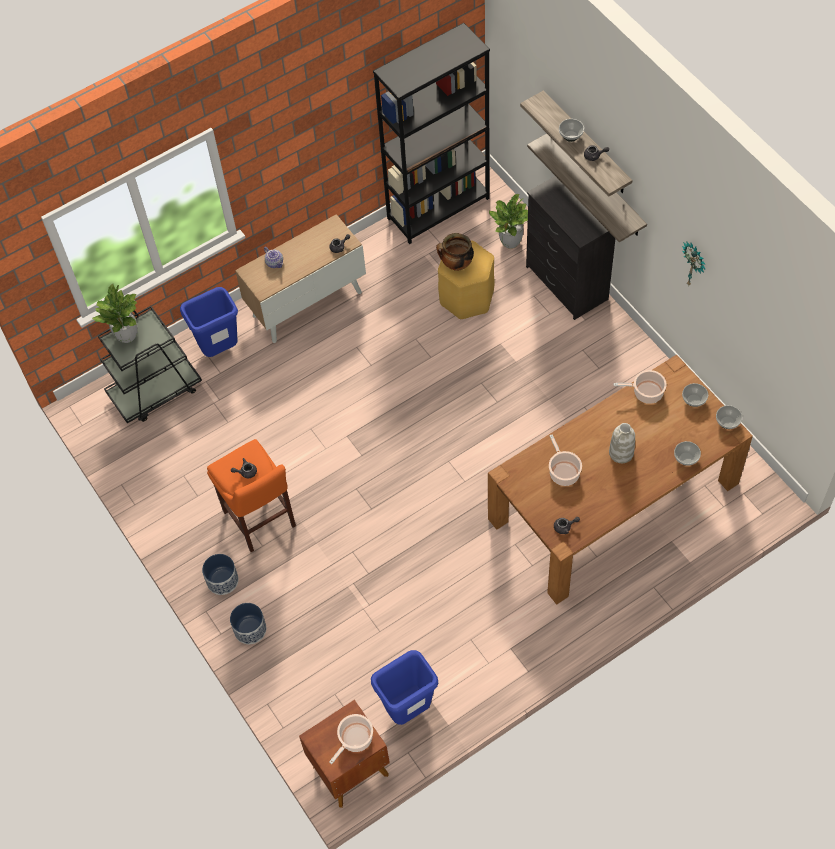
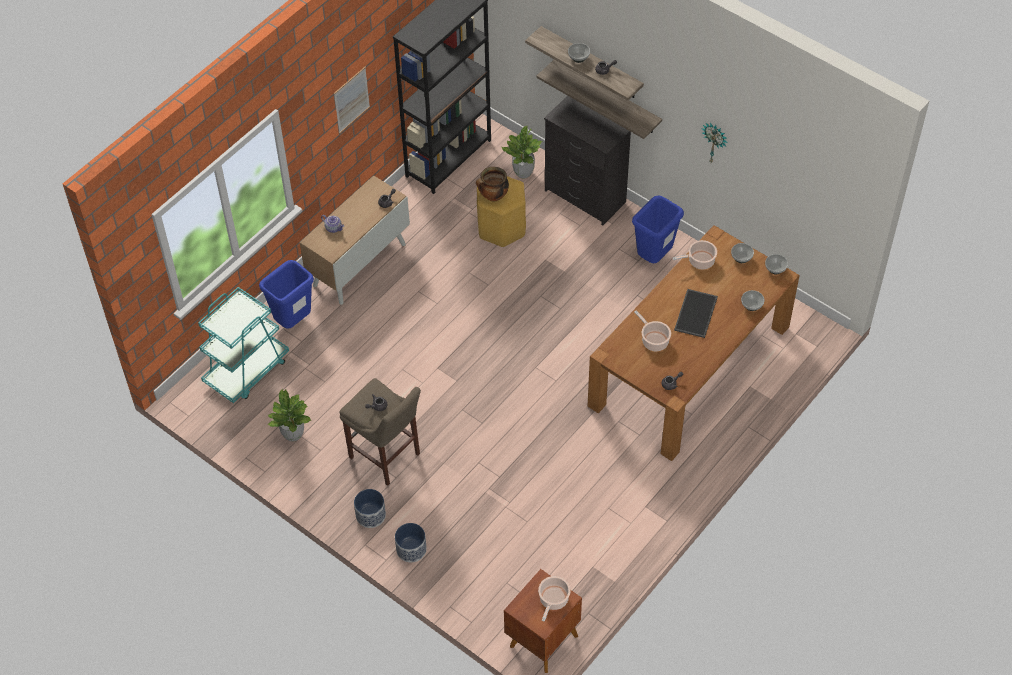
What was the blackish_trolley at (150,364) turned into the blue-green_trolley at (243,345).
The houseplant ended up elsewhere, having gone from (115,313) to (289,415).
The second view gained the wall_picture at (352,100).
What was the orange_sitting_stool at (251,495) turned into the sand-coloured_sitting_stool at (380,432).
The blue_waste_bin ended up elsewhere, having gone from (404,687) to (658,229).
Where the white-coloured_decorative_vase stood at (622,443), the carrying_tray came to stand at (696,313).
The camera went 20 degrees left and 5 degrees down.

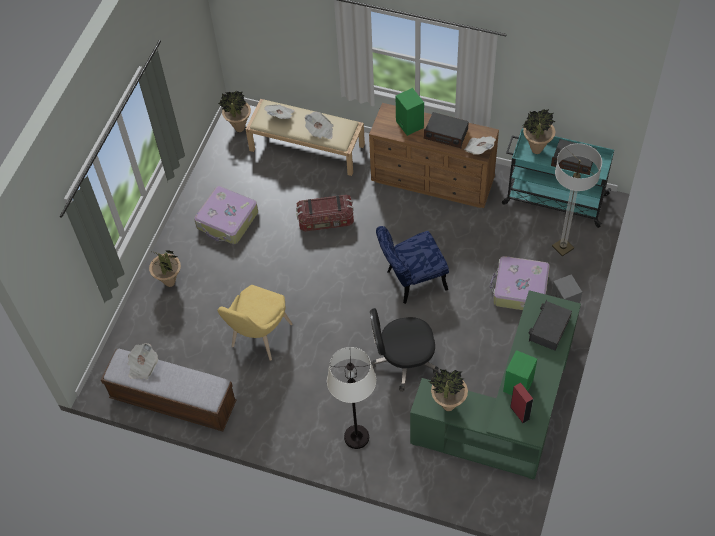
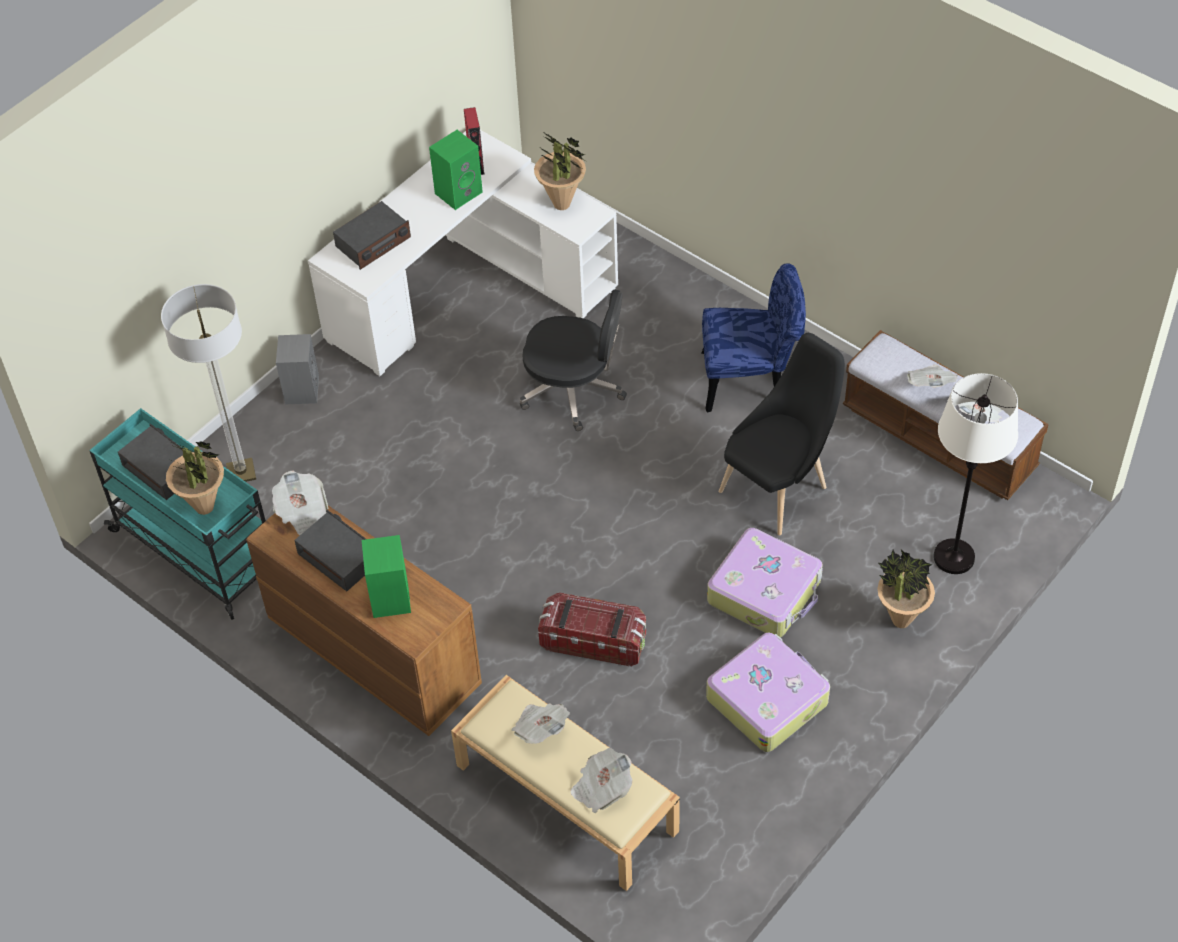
What was the green_desk_table at (495,384) turned into the white-coloured_desk_table at (463,253).
The blue_plain_chair ended up elsewhere, having gone from (412,265) to (753,338).
The travel_case ended up elsewhere, having gone from (520,283) to (765,582).
What was the yellow_plain_chair at (255,323) turned into the blackish_plain_chair at (782,434).
The second view gained the printed_paper at (932,376).
The white-coloured_floor_lamp ended up elsewhere, having gone from (351,398) to (975,473).
The second view lost the houseplant at (234,111).
The camera went 160 degrees left and 5 degrees down.

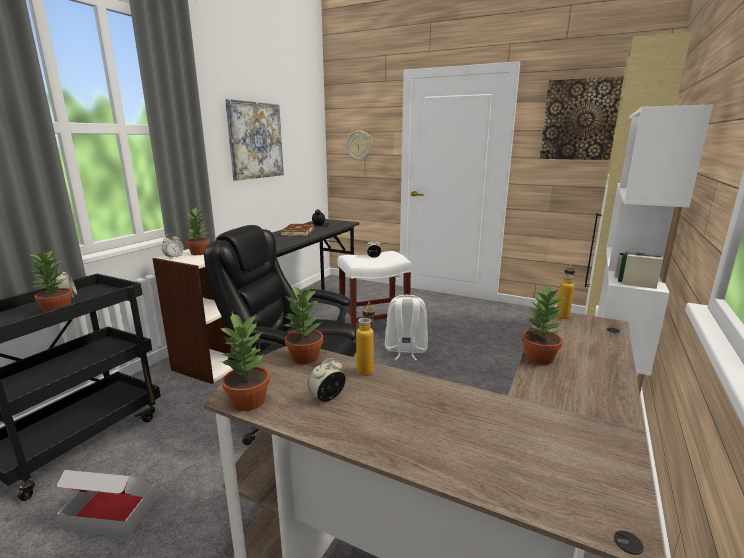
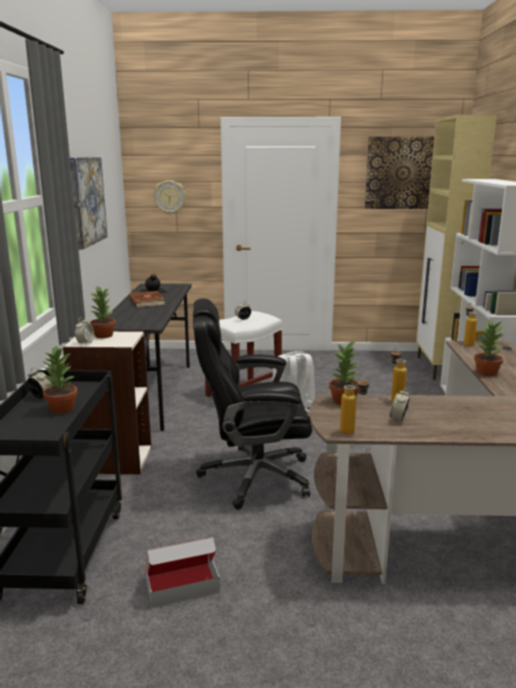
Where the houseplant stood at (244,362), the drink_bottle came to stand at (355,405).
The camera went 25 degrees left and 0 degrees up.

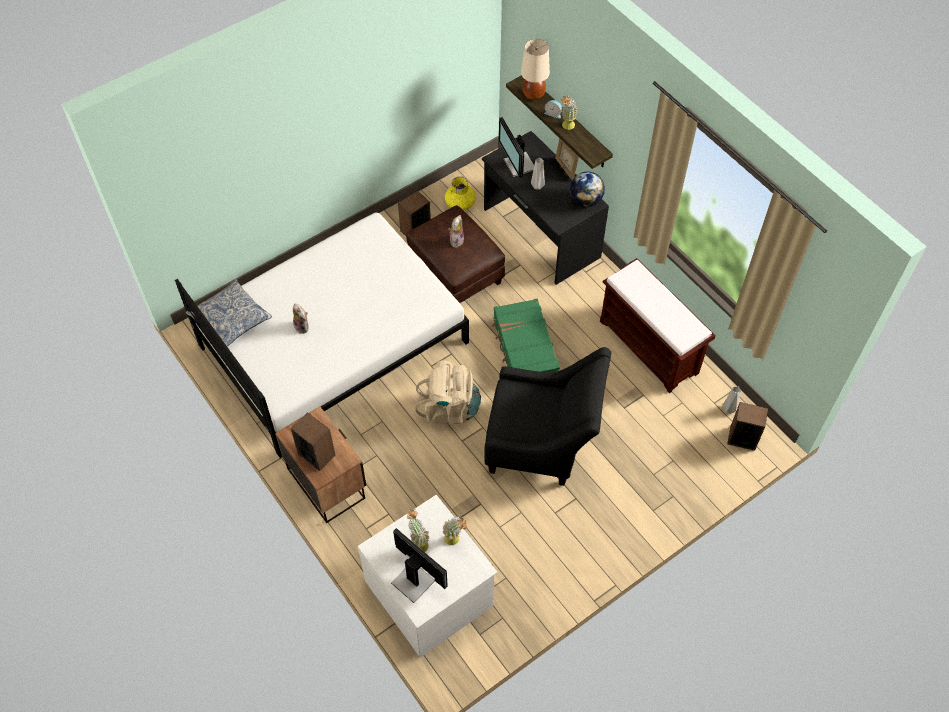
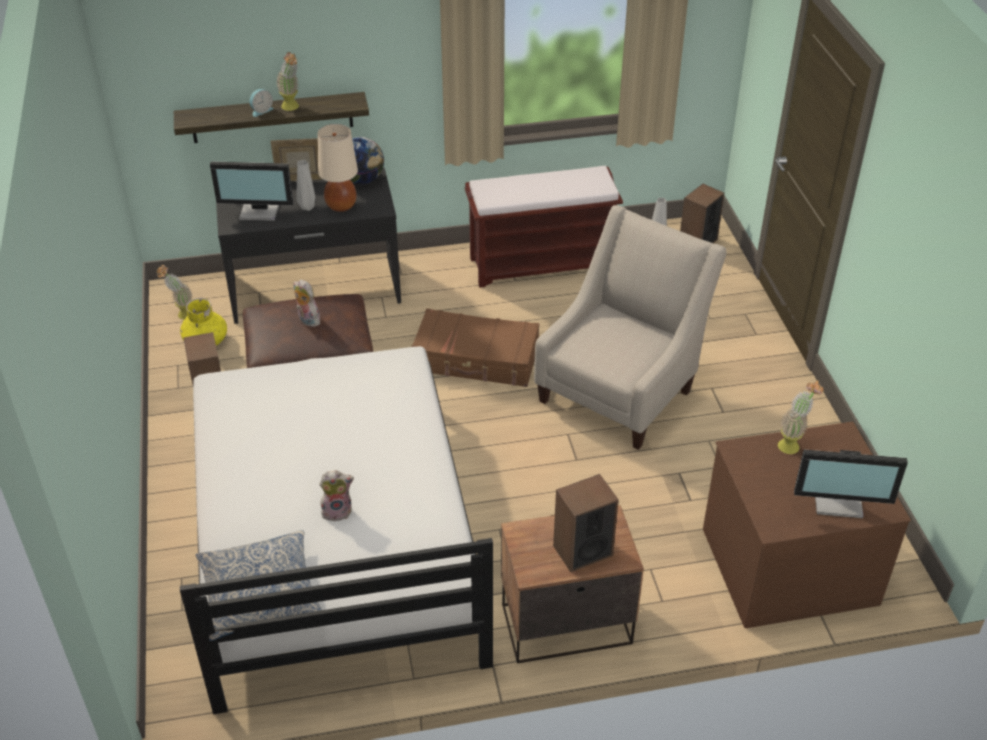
The houseplant ended up elsewhere, having gone from (418,530) to (174,292).
The sand-coloured_tabletop_lamp ended up elsewhere, having gone from (535,69) to (338,168).
What was the green_travel_case at (526,335) turned into the brown-coloured_travel_case at (475,347).
What was the blackish_lounge_chair at (547,416) turned into the sand-coloured_lounge_chair at (630,327).
What was the white-coloured_chest_of_drawers at (427,576) turned into the brown-coloured_chest_of_drawers at (807,524).
The computer_screen at (419,565) ended up facing another way, 150 degrees counterclockwise from before.
The second view lost the sand-coloured_backpack at (448,392).
The camera went 65 degrees left and 15 degrees down.

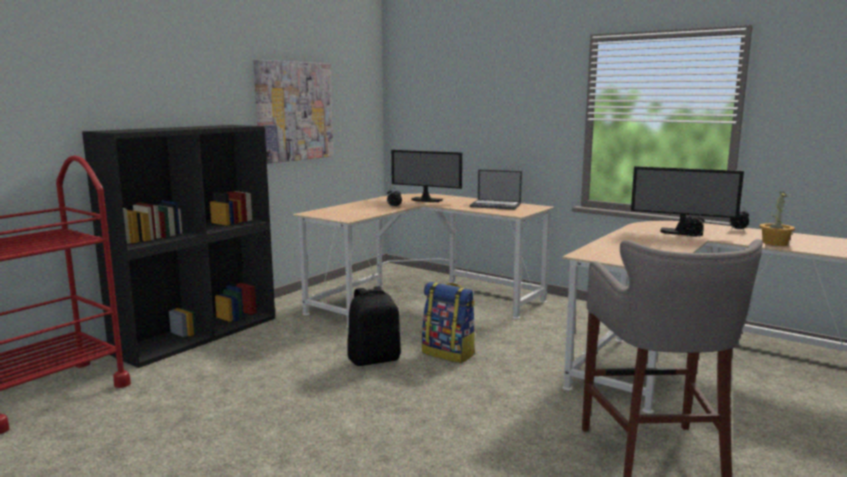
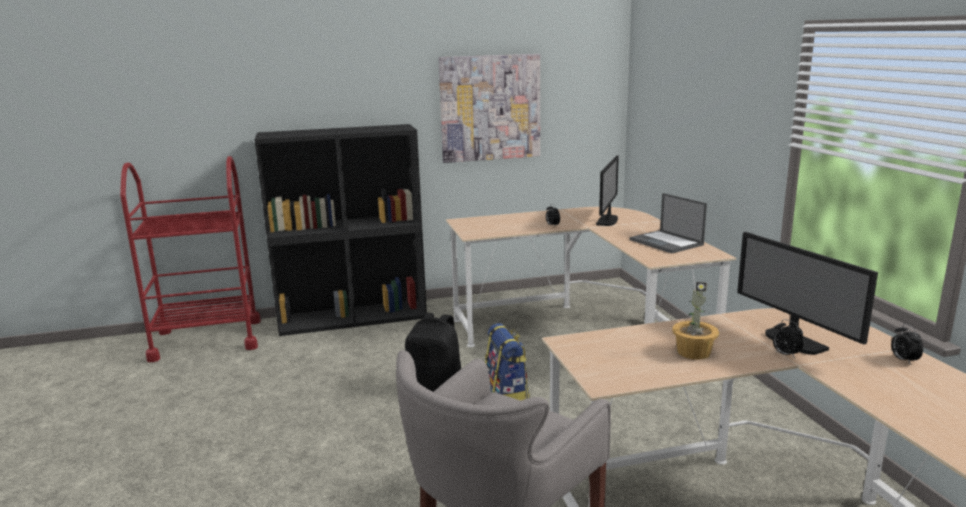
The computer_screen at (426,176) ended up facing another way, 135 degrees counterclockwise from before.
The houseplant ended up elsewhere, having gone from (777,219) to (695,321).
The camera went 40 degrees right and 5 degrees up.

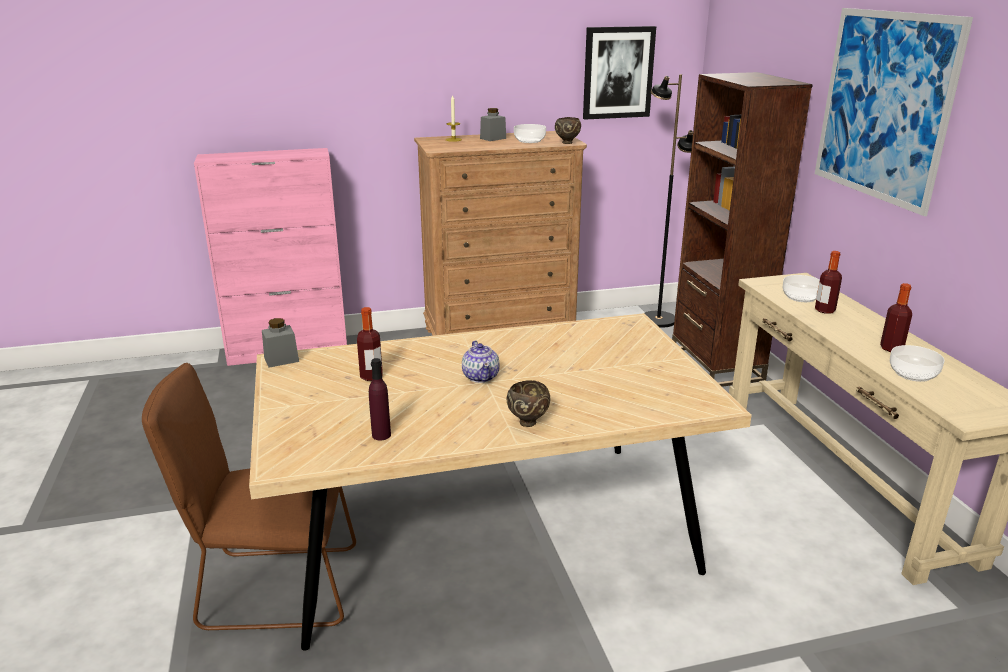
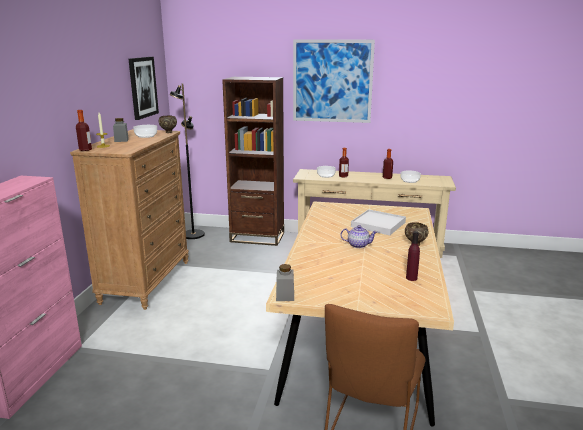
The drink_bottle ended up elsewhere, having gone from (370,344) to (84,130).
The second view gained the white-coloured_carrying_tray at (378,222).
The camera went 65 degrees left and 5 degrees down.

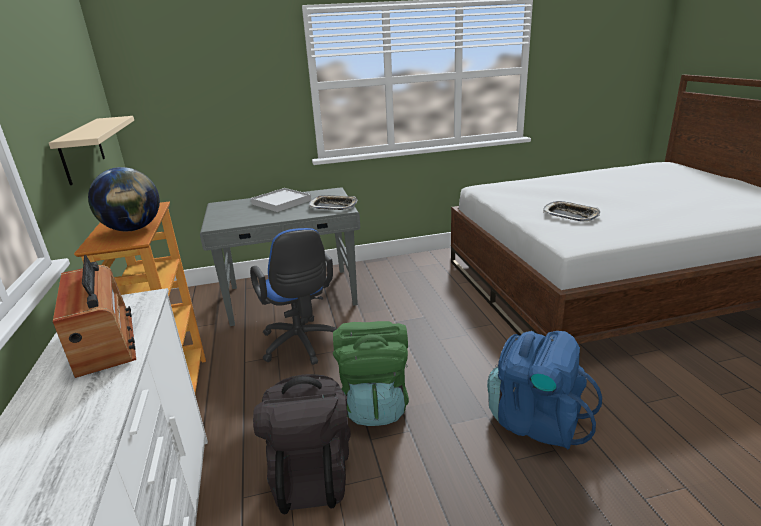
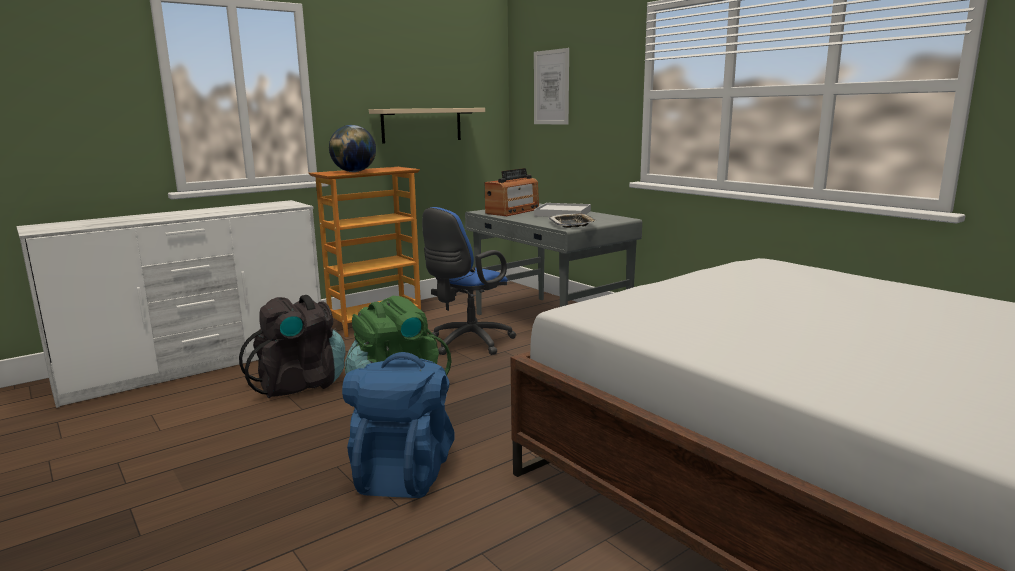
The radio_set ended up elsewhere, having gone from (94,316) to (512,192).
The second view gained the wall_picture at (551,86).
The second view lost the carrying_tray at (572,211).
The camera went 65 degrees right and 10 degrees down.

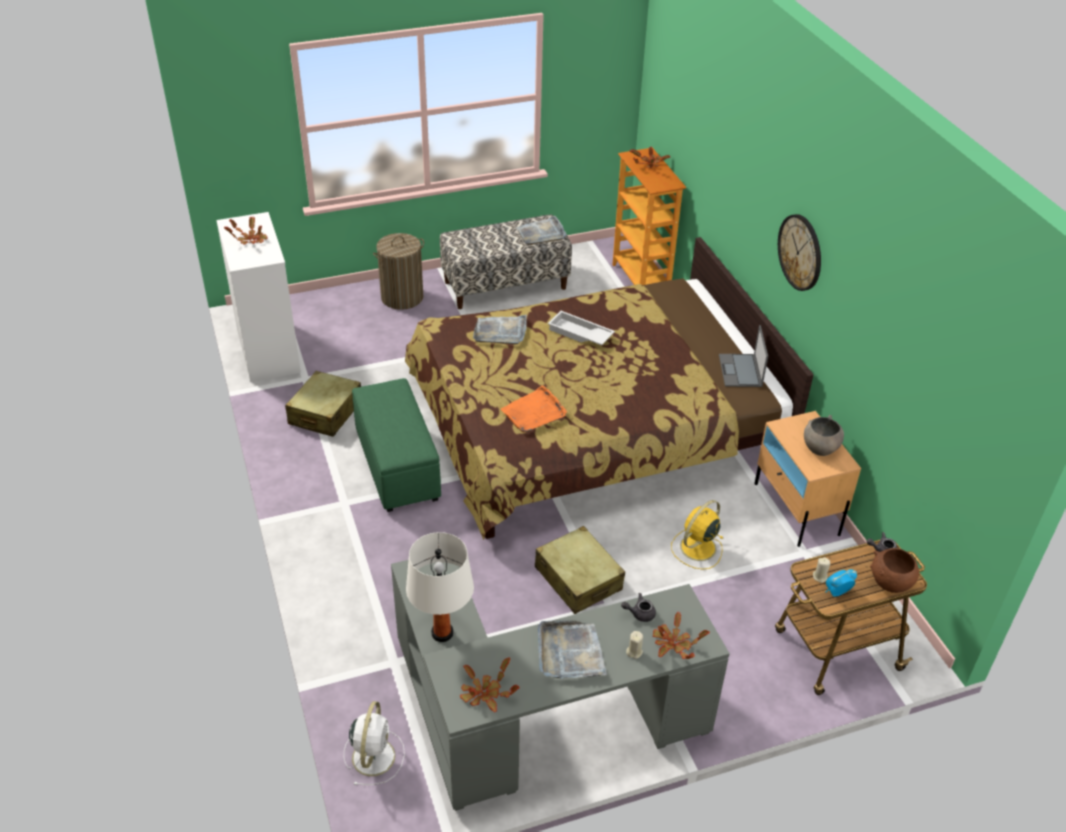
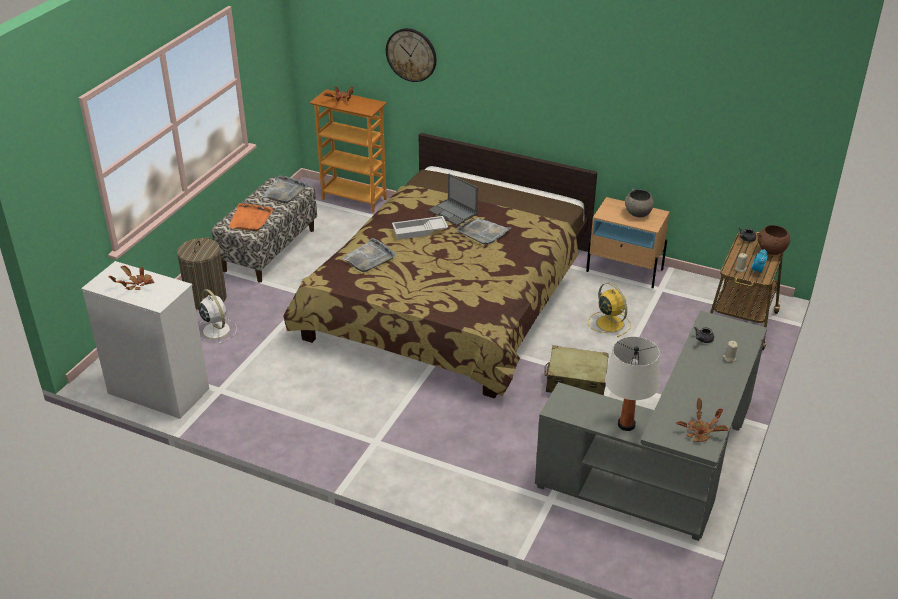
The white-coloured_fan ended up elsewhere, having gone from (374,743) to (217,316).
The orange_carrying_tray ended up elsewhere, having gone from (534,409) to (251,217).
The wall_clock ended up elsewhere, having gone from (799,252) to (411,55).
The notebook_computer ended up elsewhere, having gone from (743,356) to (453,199).
The grey_carrying_tray ended up elsewhere, having gone from (572,649) to (483,231).
The yellow_fan at (697,535) ended up facing another way, 150 degrees clockwise from before.
The second view lost the sand-coloured_travel_case at (323,404).
The second view lost the green_footrest at (396,445).
The second view lost the houseplant at (681,635).
The camera went 45 degrees left and 5 degrees down.

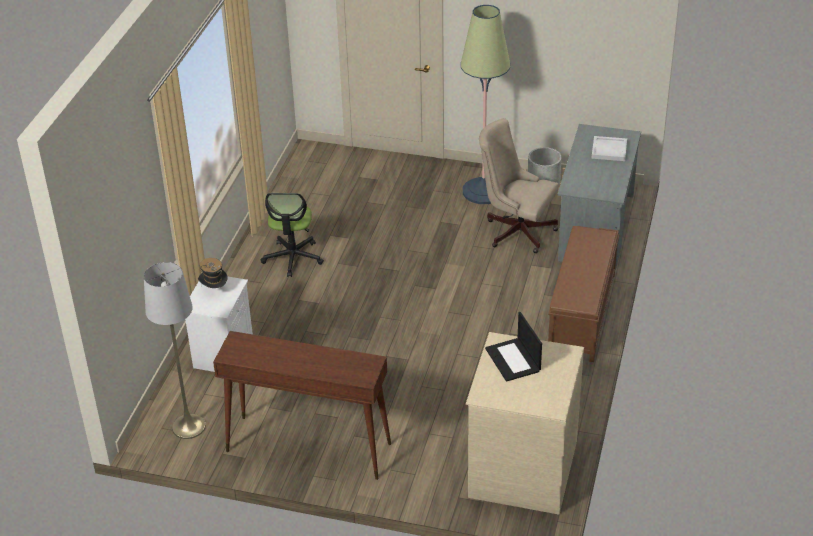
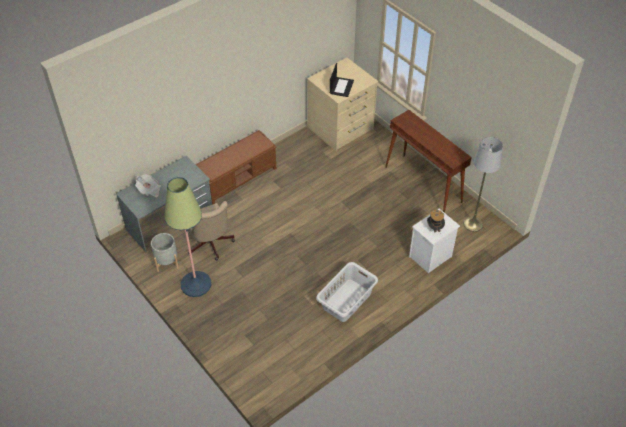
Where the white-coloured_carrying_tray stood at (609,148), the printed_paper came to stand at (148,185).
Where the computer_chair stood at (292,235), the grey_hamper came to stand at (347,292).
The camera went 145 degrees left and 10 degrees up.

